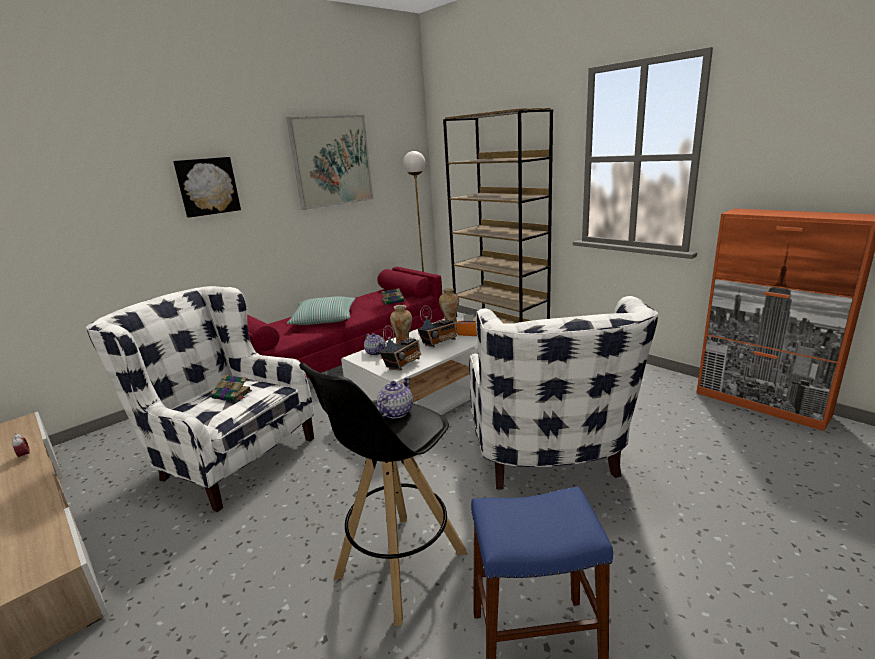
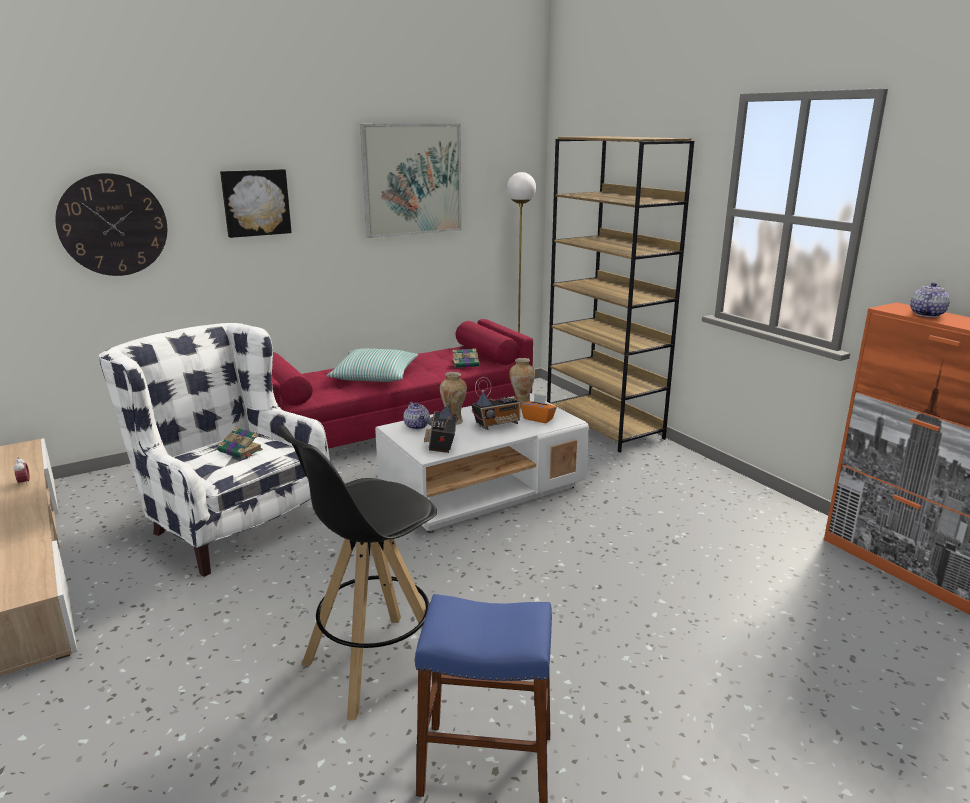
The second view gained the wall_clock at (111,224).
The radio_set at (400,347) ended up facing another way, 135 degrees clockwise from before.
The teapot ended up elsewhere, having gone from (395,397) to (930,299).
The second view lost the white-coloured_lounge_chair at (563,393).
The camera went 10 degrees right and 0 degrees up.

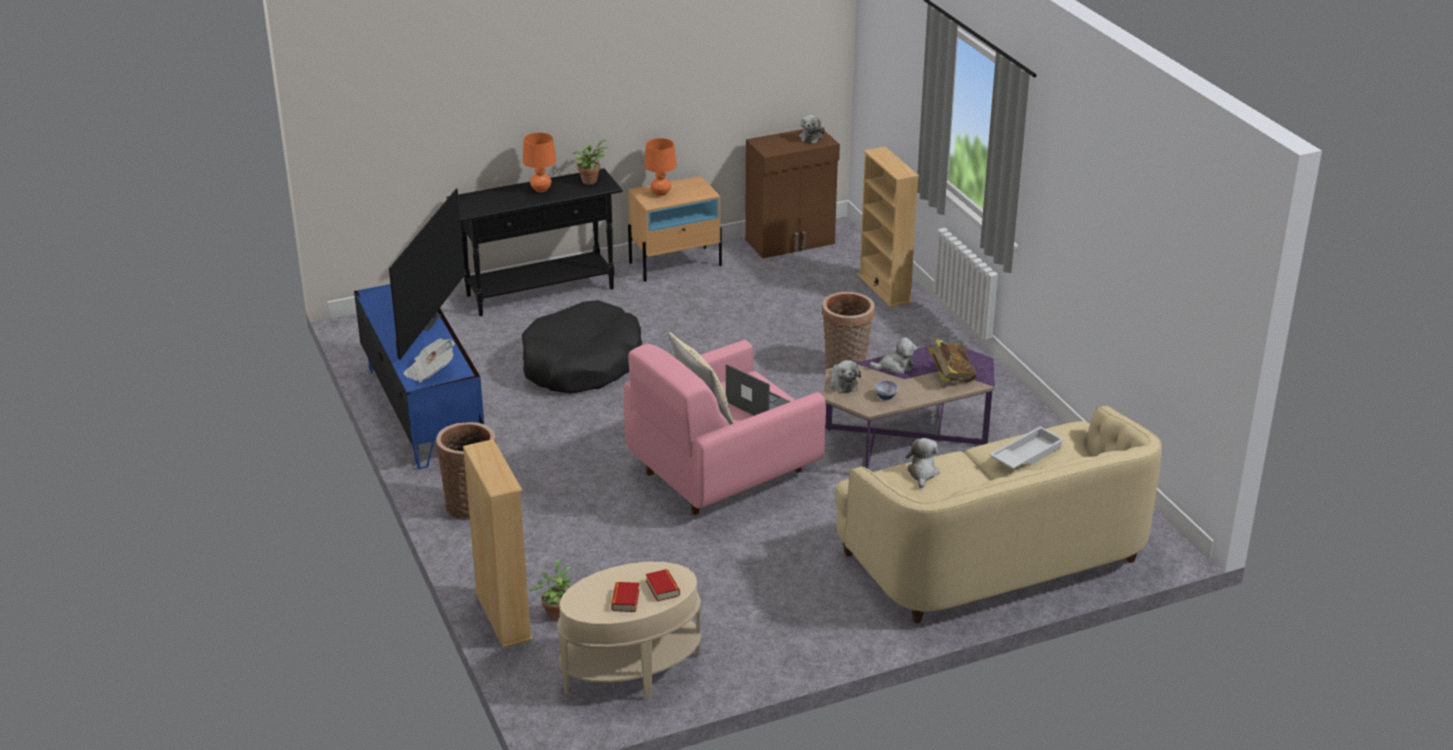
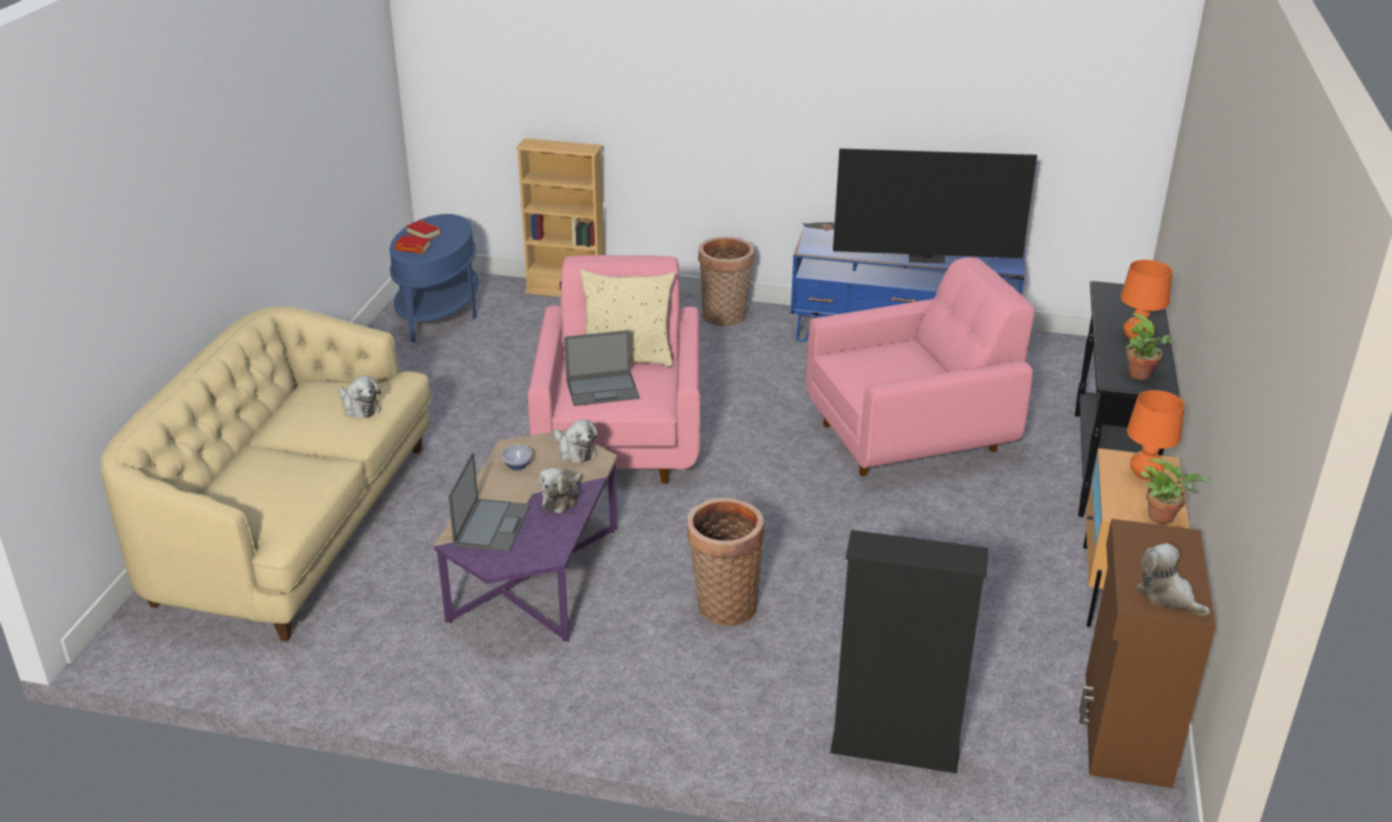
What was the sand-coloured_accent_table at (629,630) turned into the blue_accent_table at (434,278).
Where the book stood at (952,361), the notebook_computer came to stand at (489,502).
The plush_toy at (845,377) ended up facing another way, 150 degrees counterclockwise from before.
Where the blackish_dog_bed stood at (582,347), the pink-coloured_lounge_chair came to stand at (920,366).
What was the sand-coloured_bookcase at (888,226) turned into the blackish_bookcase at (909,651).
The television at (427,274) ended up facing another way, 45 degrees counterclockwise from before.
The houseplant ended up elsewhere, having gone from (551,590) to (1174,491).
The second view lost the white-coloured_carrying_tray at (1026,447).
The camera went 125 degrees right and 0 degrees up.

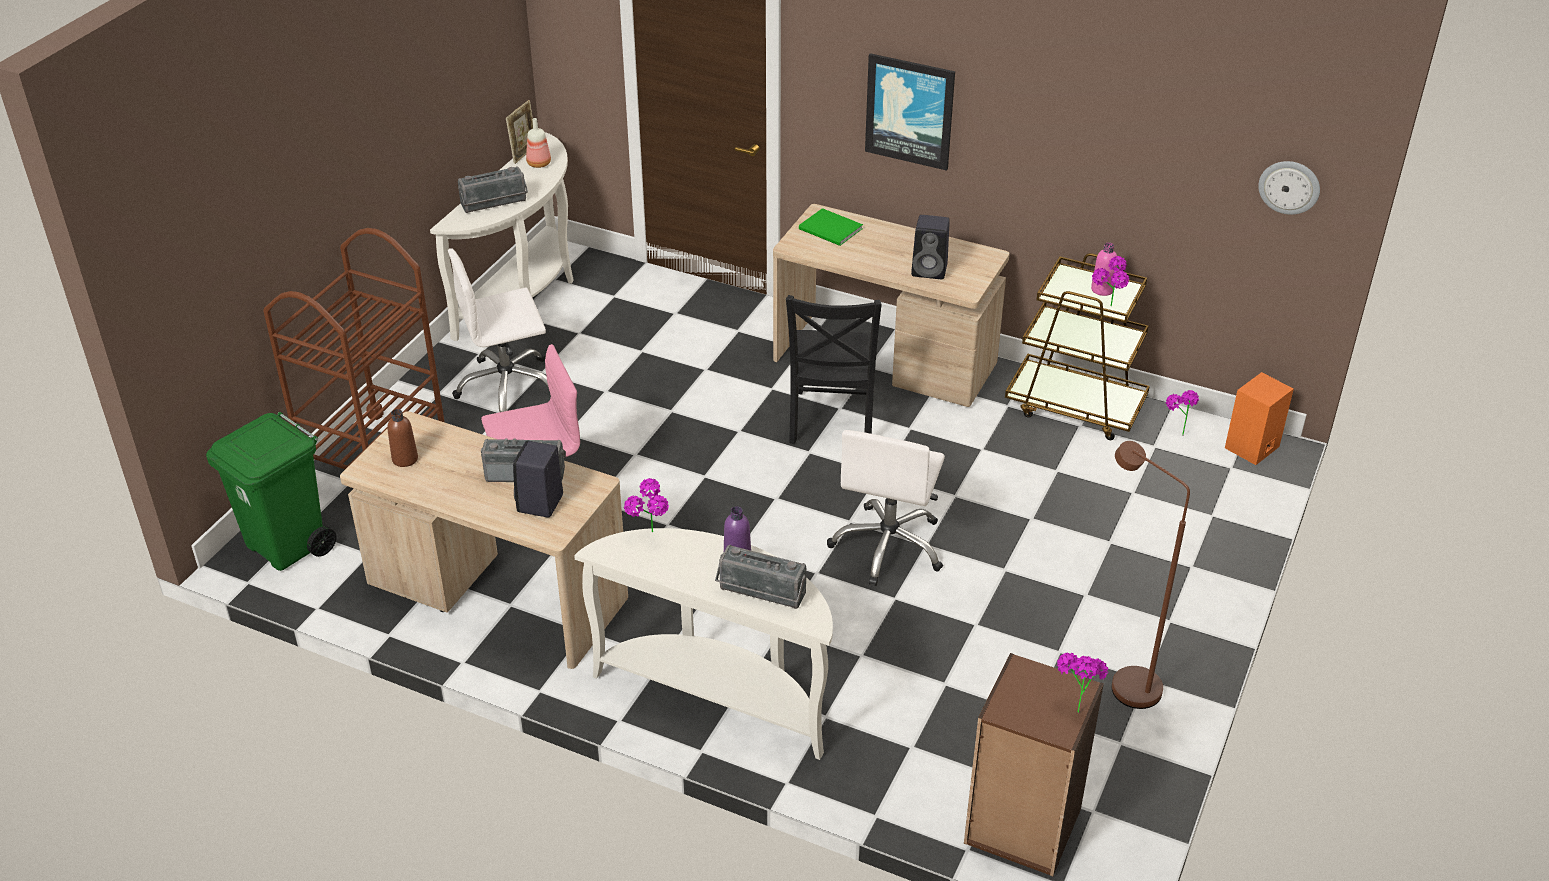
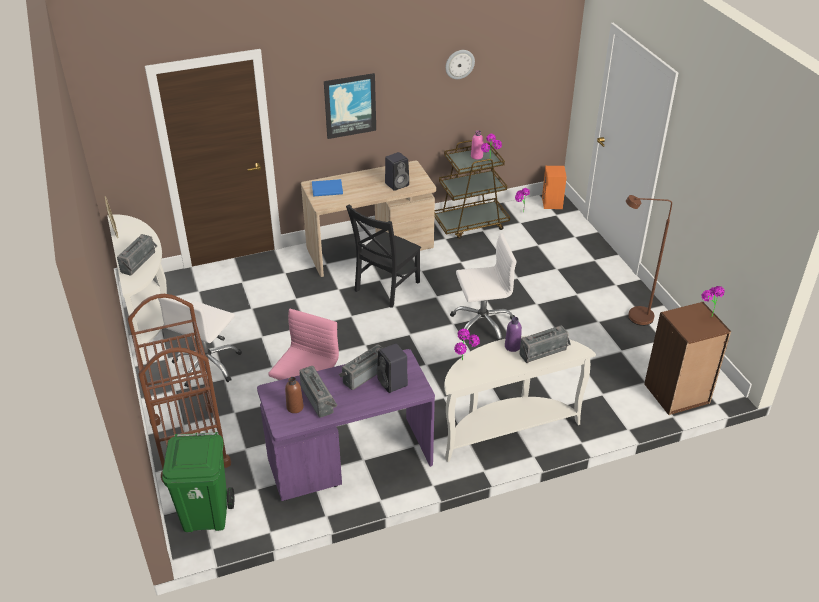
What was the sand-coloured_desk_table at (484,540) turned into the purple_desk_table at (346,425).
The second view gained the radio_set at (318,392).
What was the green_book at (831,227) turned into the blue_book at (327,188).
The blackish_plain_chair at (834,369) ended up facing another way, 75 degrees clockwise from before.
The wall_clock ended up elsewhere, having gone from (1289,188) to (460,64).
The white-coloured_computer_chair at (886,508) ended up facing another way, 75 degrees counterclockwise from before.
The second view lost the drink_bottle at (538,143).
The camera went 45 degrees left and 0 degrees up.

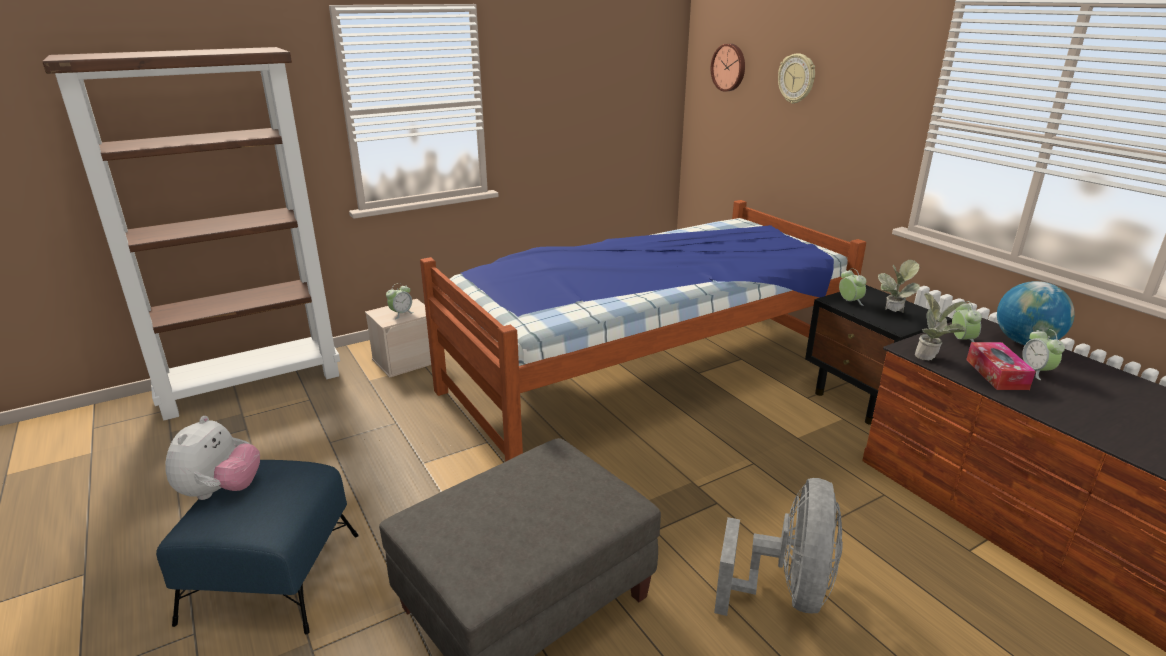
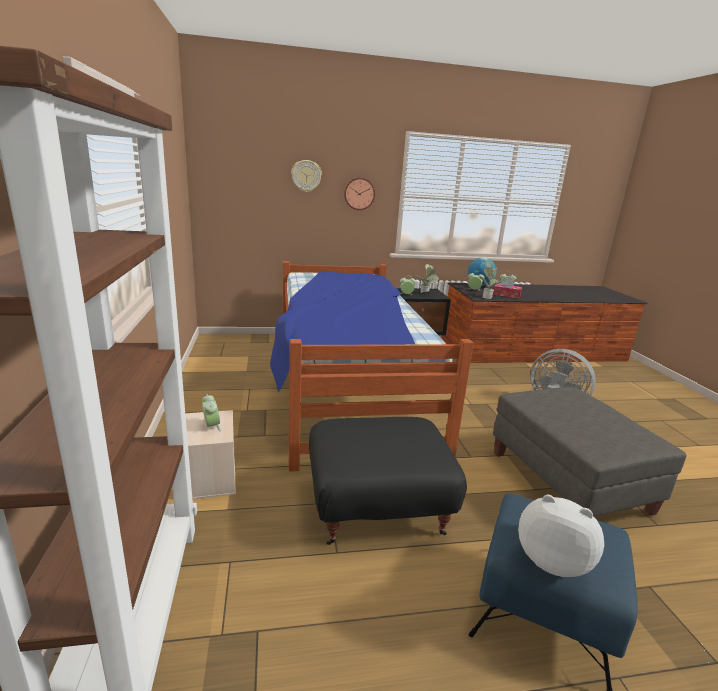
The second view gained the blackish_footrest at (388,481).
The wall_clock ended up elsewhere, having gone from (728,68) to (359,194).
The camera went 70 degrees left and 5 degrees down.

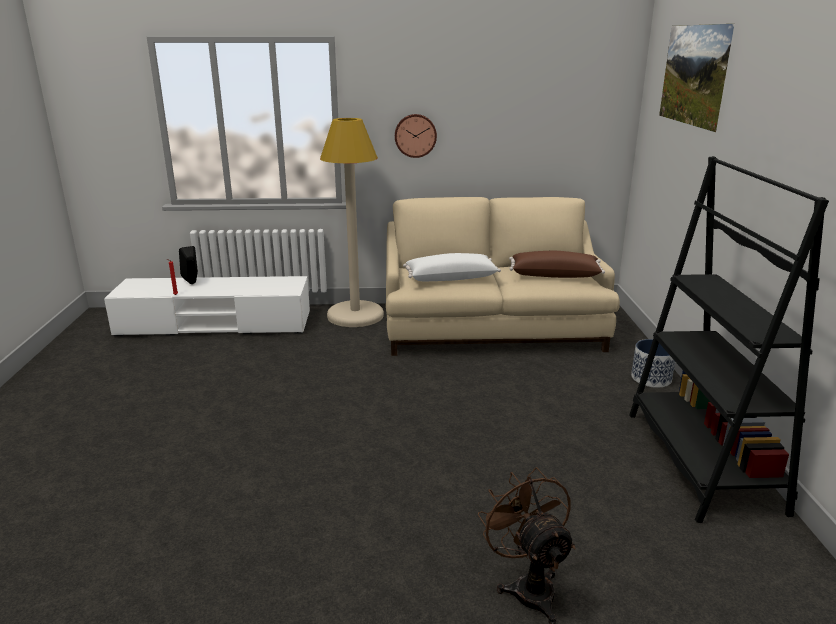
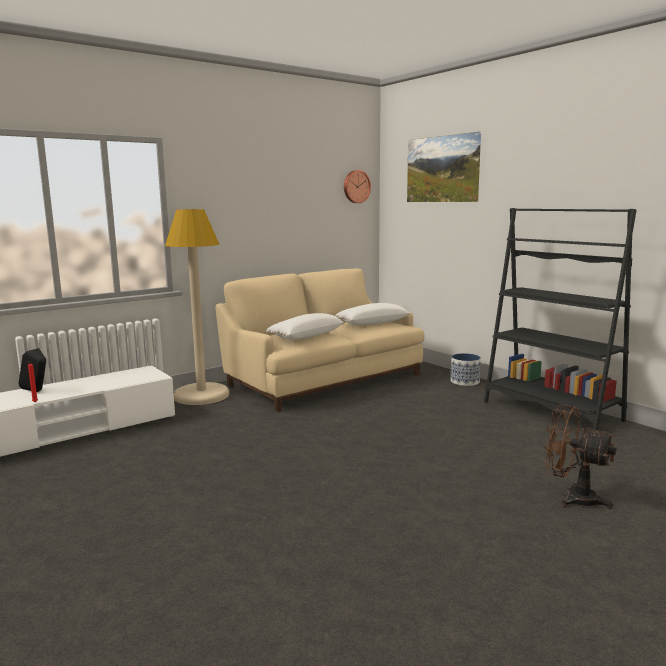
What was the brown-coloured_pillow at (557,264) turned into the white-coloured_pillow at (372,314).
The wall_clock ended up elsewhere, having gone from (416,136) to (357,186).
The camera went 35 degrees left and 10 degrees down.

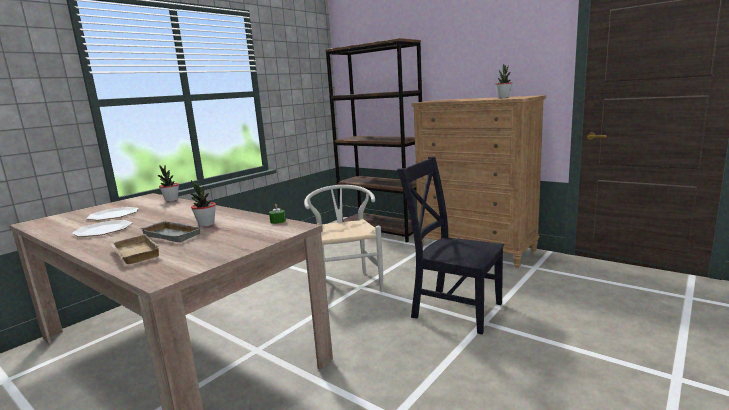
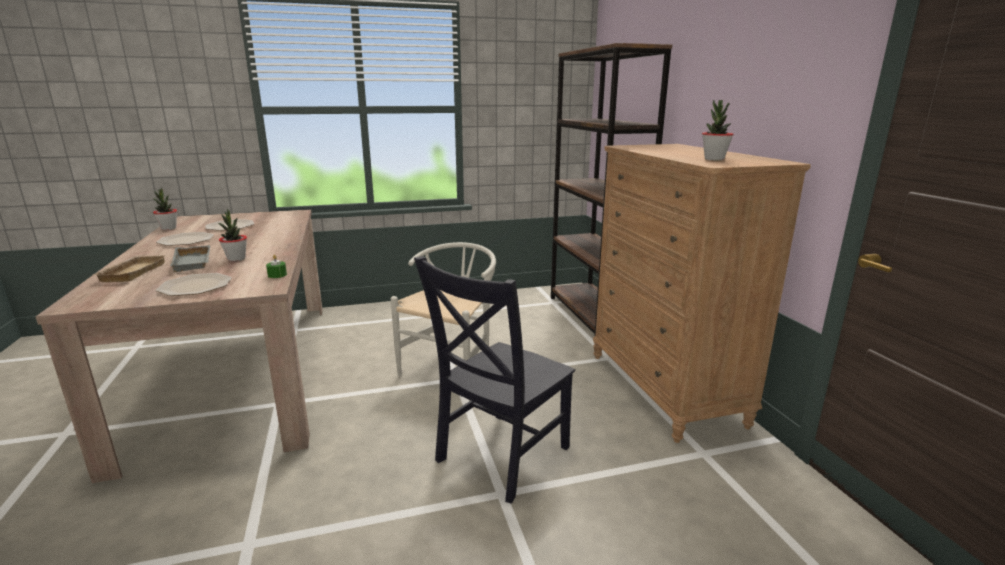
The houseplant ended up elsewhere, having gone from (168,183) to (165,208).
The second view gained the dinner_plate at (194,284).
The blackish_plain_chair at (450,245) ended up facing another way, 120 degrees counterclockwise from before.
The camera went 35 degrees right and 5 degrees up.

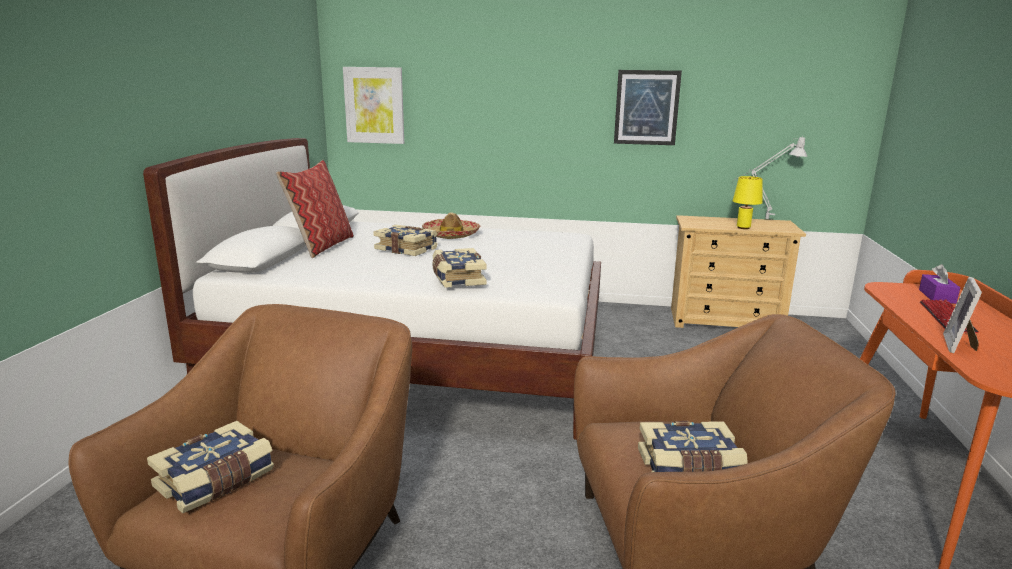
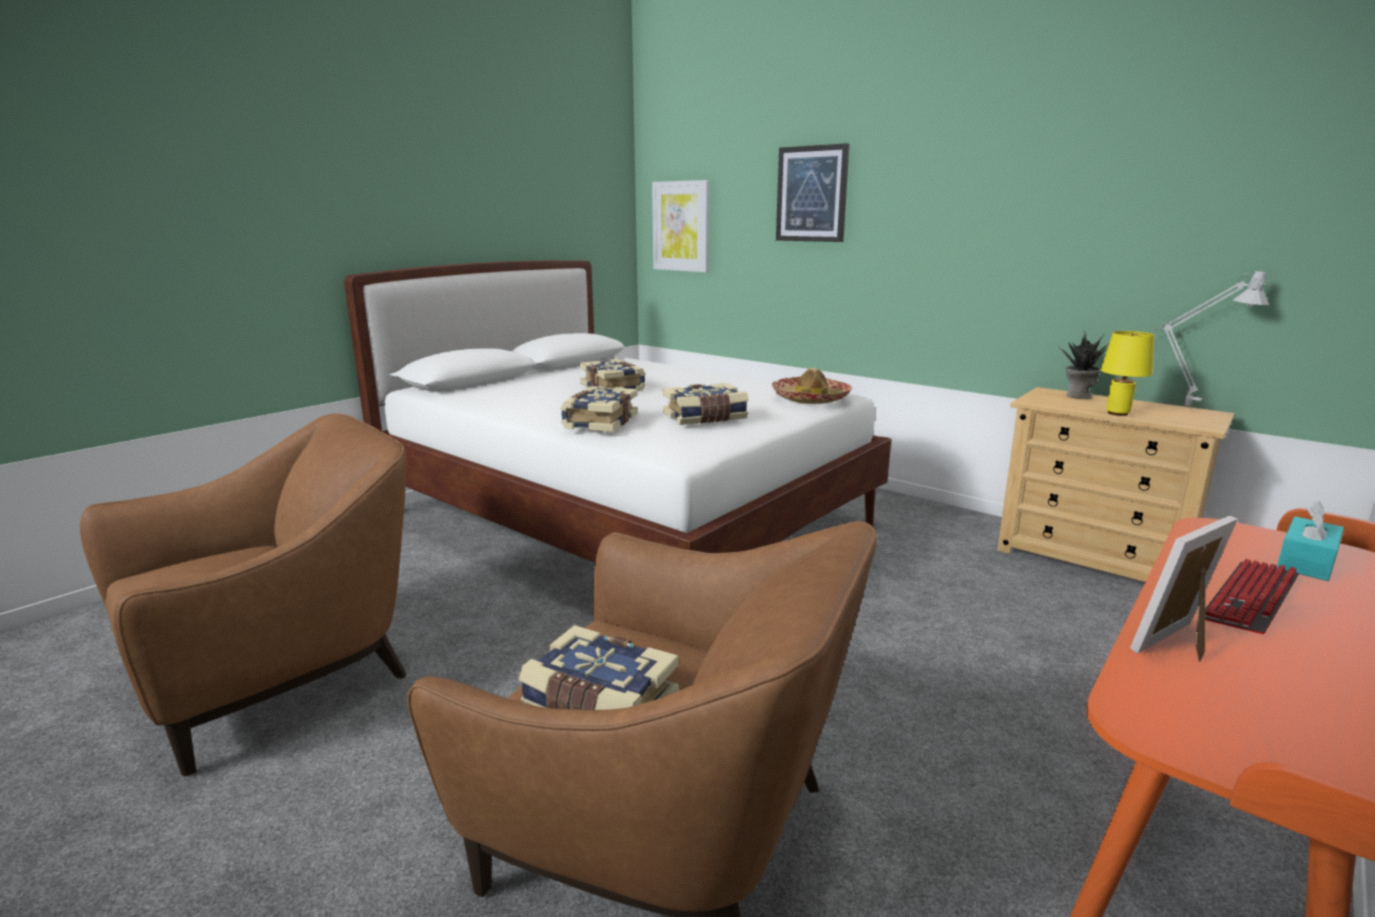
The book ended up elsewhere, having gone from (210,467) to (706,404).
The wearable_hat ended up elsewhere, having gone from (451,225) to (812,386).
The wall_picture ended up elsewhere, having gone from (648,107) to (813,192).
The second view gained the houseplant at (1083,364).
What was the purple_tissue_box at (939,284) turned into the blue-green_tissue_box at (1310,541).
The second view lost the pillow at (315,209).
The camera went 30 degrees right and 0 degrees up.

